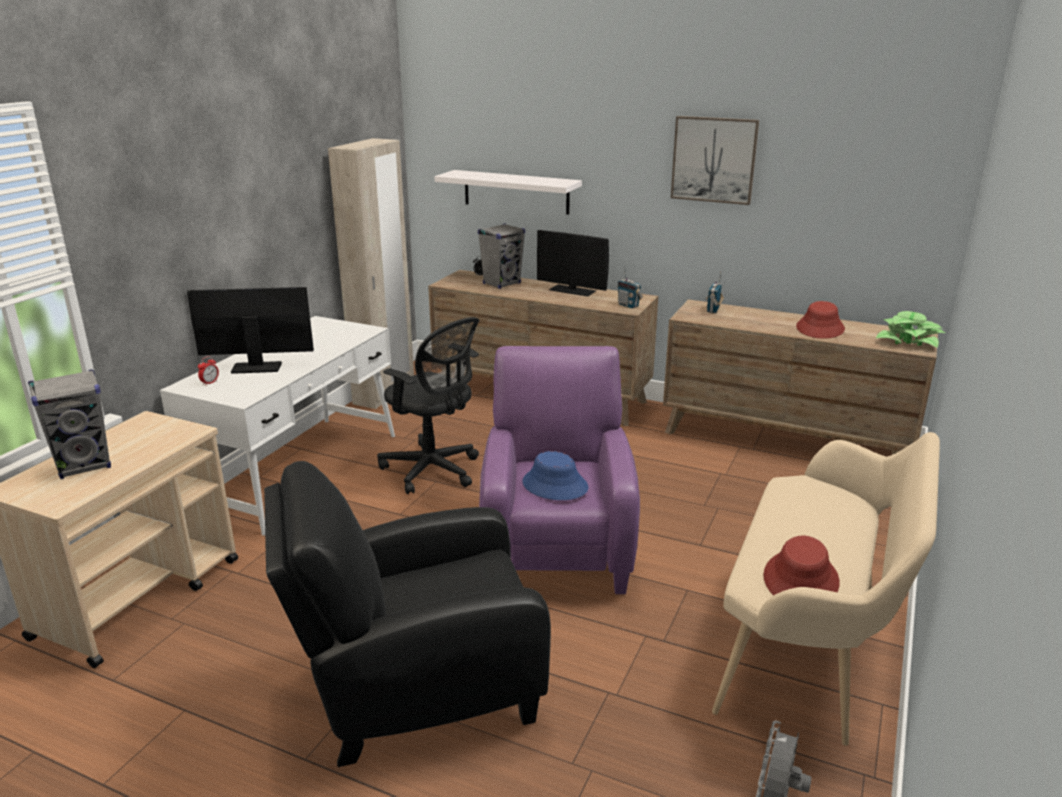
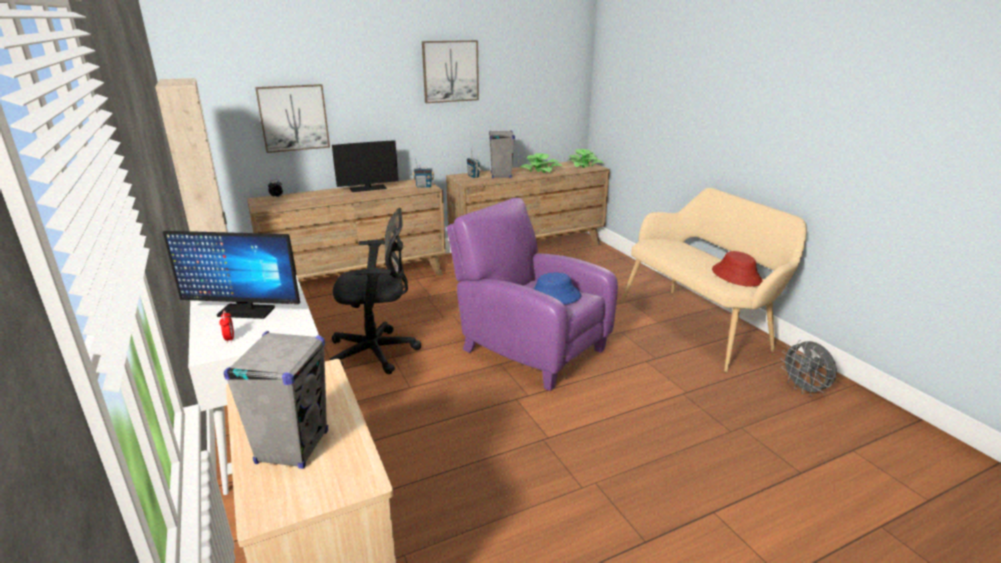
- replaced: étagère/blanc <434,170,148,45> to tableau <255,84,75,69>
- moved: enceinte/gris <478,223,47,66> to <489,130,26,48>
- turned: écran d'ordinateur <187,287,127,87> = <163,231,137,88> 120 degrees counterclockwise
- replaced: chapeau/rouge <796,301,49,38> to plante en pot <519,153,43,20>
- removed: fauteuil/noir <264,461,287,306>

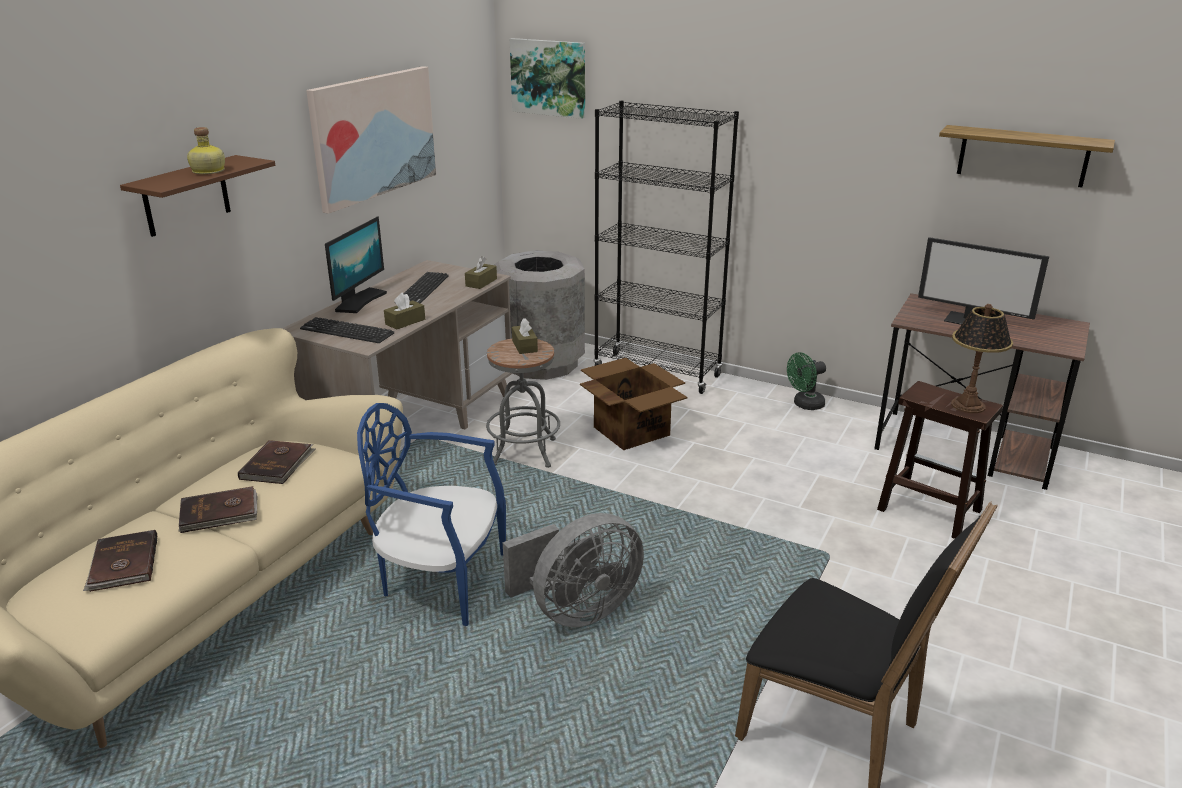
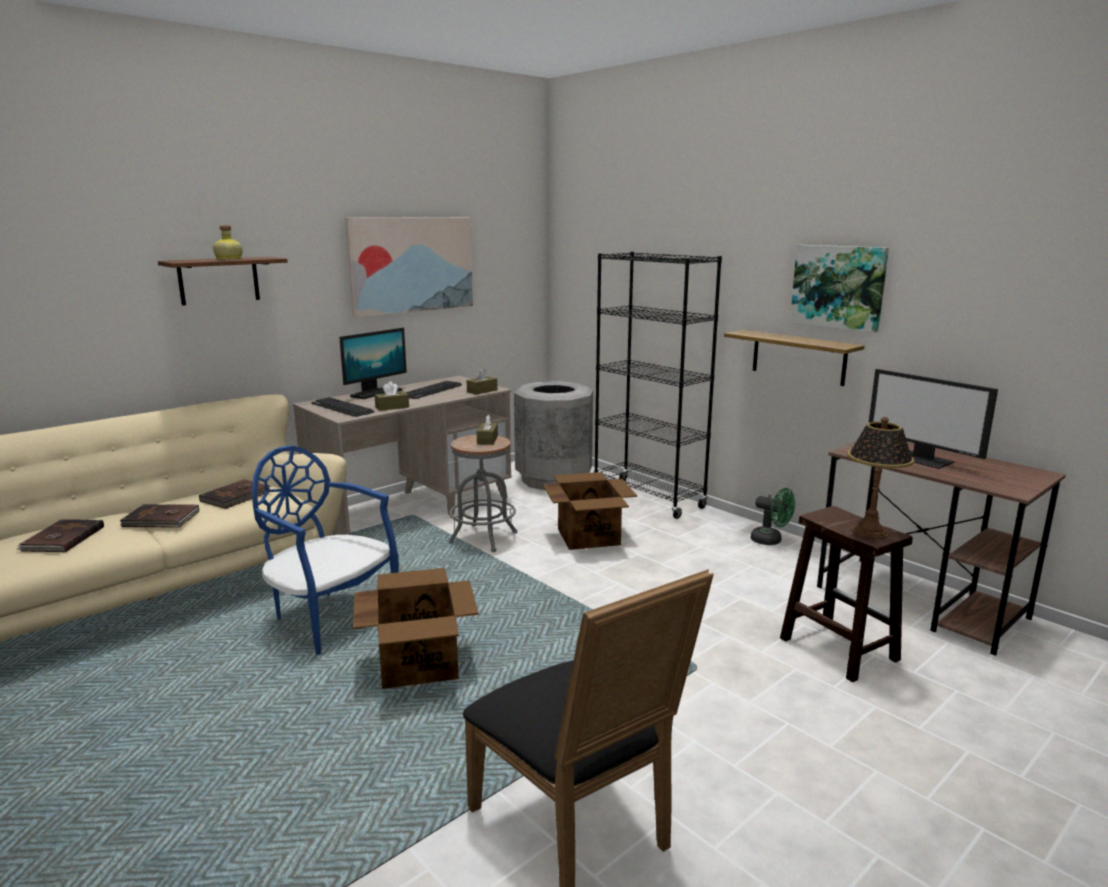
- moved: tableau <510,38,75,81> to <790,245,99,88>
- moved: étagère <939,125,176,62> to <724,330,141,56>
- turned: ventilateur/vert <787,352,39,58> = <751,488,44,57> 135 degrees counterclockwise
- replaced: ventilateur/gris <503,513,141,114> to carton <353,568,125,121>

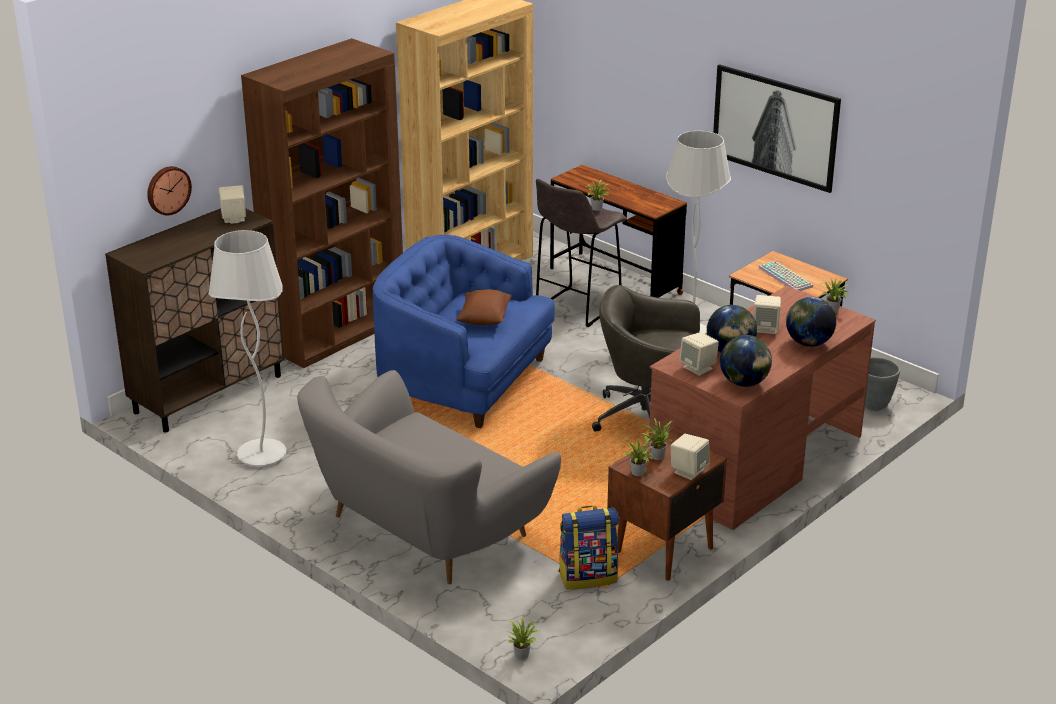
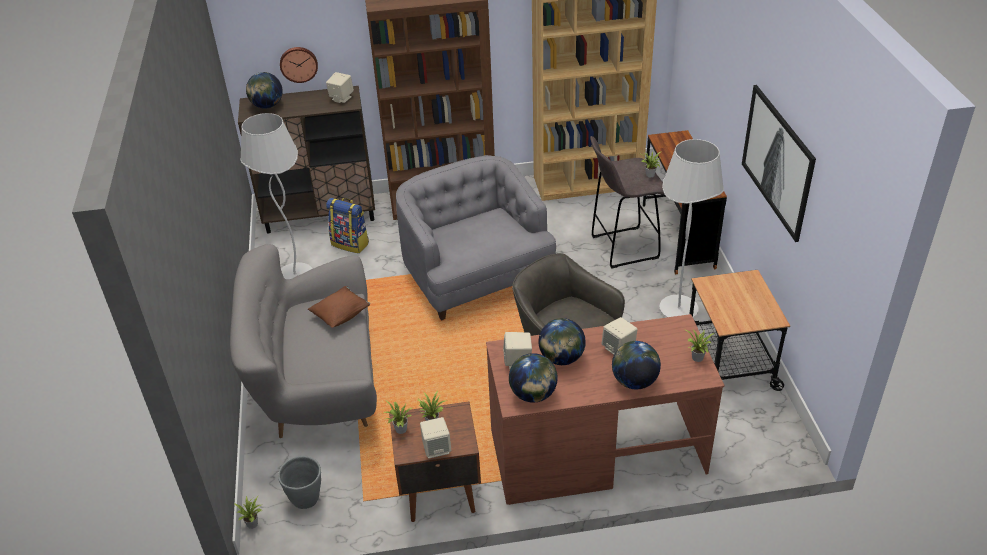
- recoloured: fauteuil/bleu <373,235,182,193> to fauteuil/gris <396,155,160,166>
- removed: clavier <759,261,54,30>
- moved: coussin/marron <456,289,56,36> to <308,286,62,42>
- moved: cache-pot/gris <865,357,35,54> to <278,456,43,53>
- moved: sac à dos <558,506,61,83> to <326,198,43,55>
- added: globe <246,72,37,37>

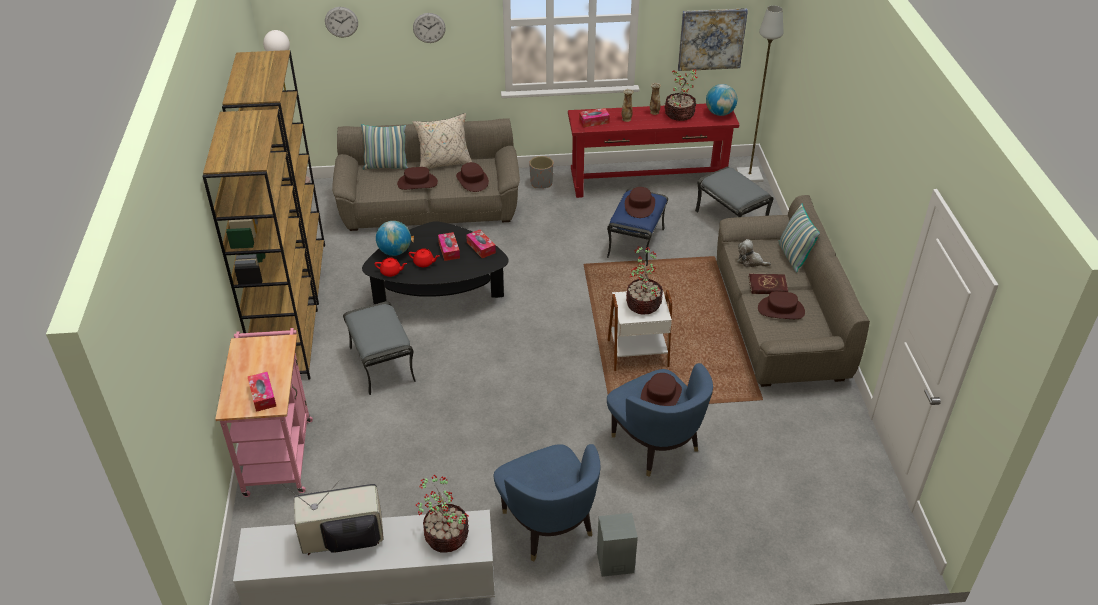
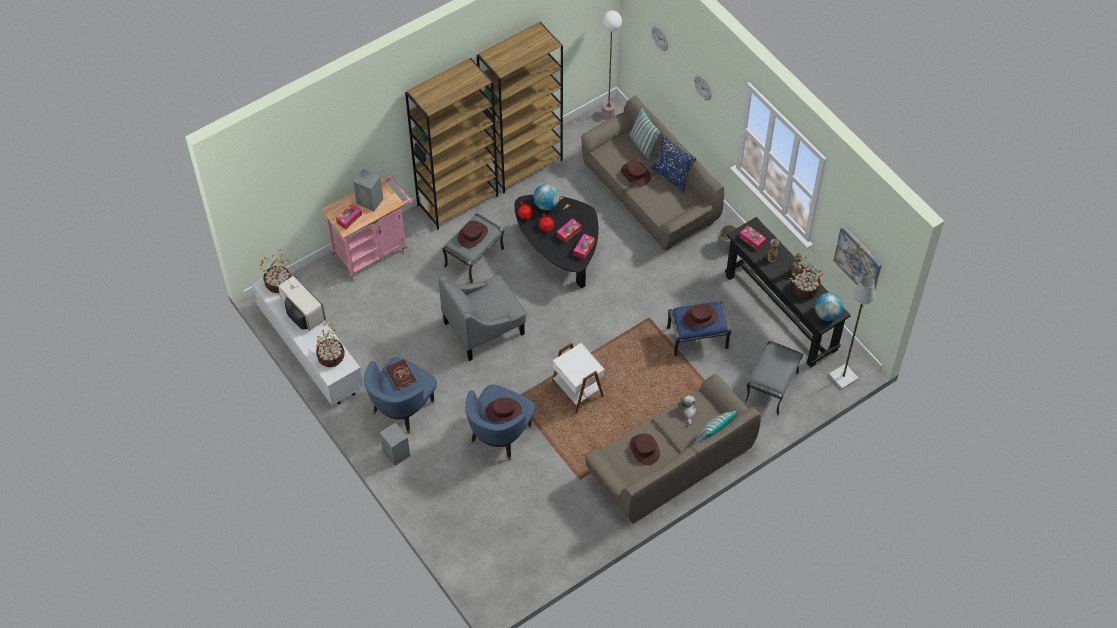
- recoloured: table console/rouge <568,104,172,94> to table console/noir <725,217,126,151>
- recoloured: coussin/beige <412,113,60,56> to coussin/bleu <650,135,46,58>
- moved: chapeau/marron <456,162,33,30> to <457,221,31,27>
- moved: plante en pot <626,247,37,68> to <260,249,31,44>
- moved: livre/rouge <749,274,39,20> to <386,359,31,31>
- added: enceinte/gris <353,169,30,42>
- added: fauteuil/gris <439,275,87,86>

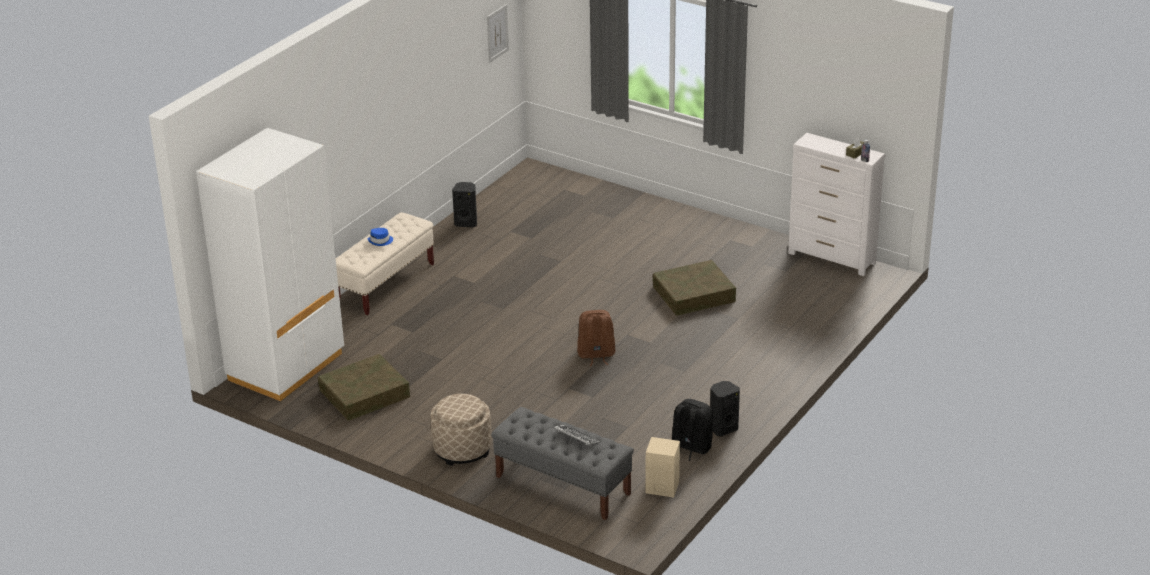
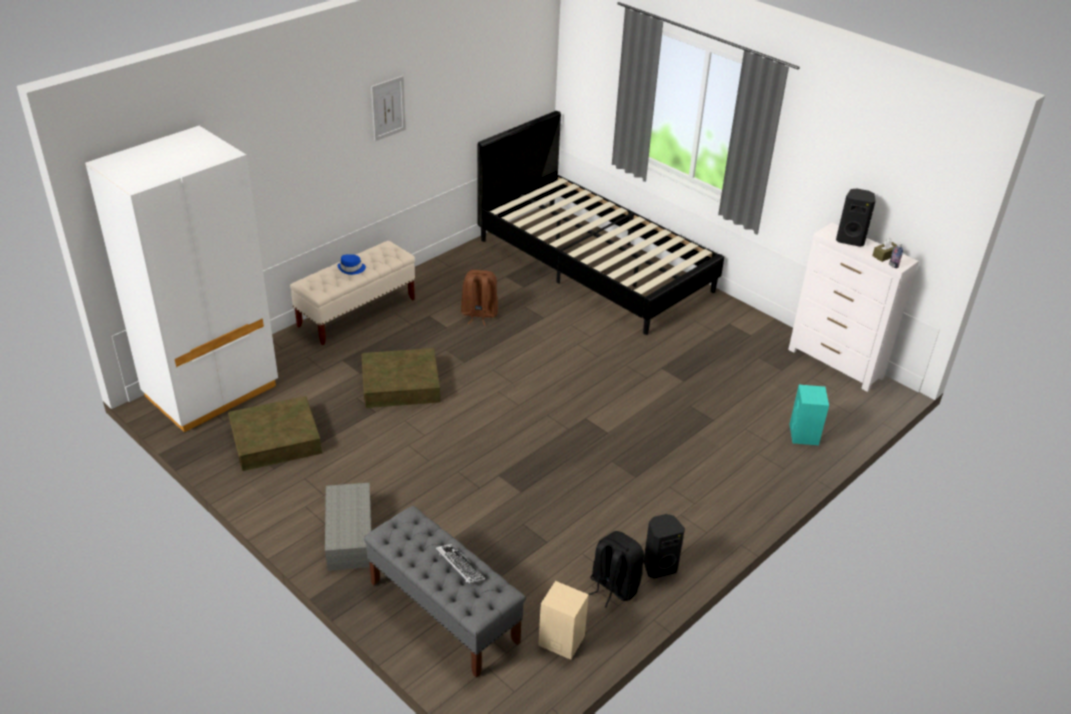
- moved: tableau <487,4,22,59> to <371,76,35,65>
- moved: enceinte/noir <452,182,25,45> to <836,189,40,58>
- moved: boîte de rangement/marron <653,260,83,56> to <362,348,78,60>
- moved: sac à dos/marron <577,310,38,56> to <461,270,37,56>
- replaced: pouf/beige <430,394,62,72> to boîte de rangement/gris <325,483,47,88>
- added: lit/noir <477,111,247,224>
- added: enceinte/turquoise <790,385,39,60>

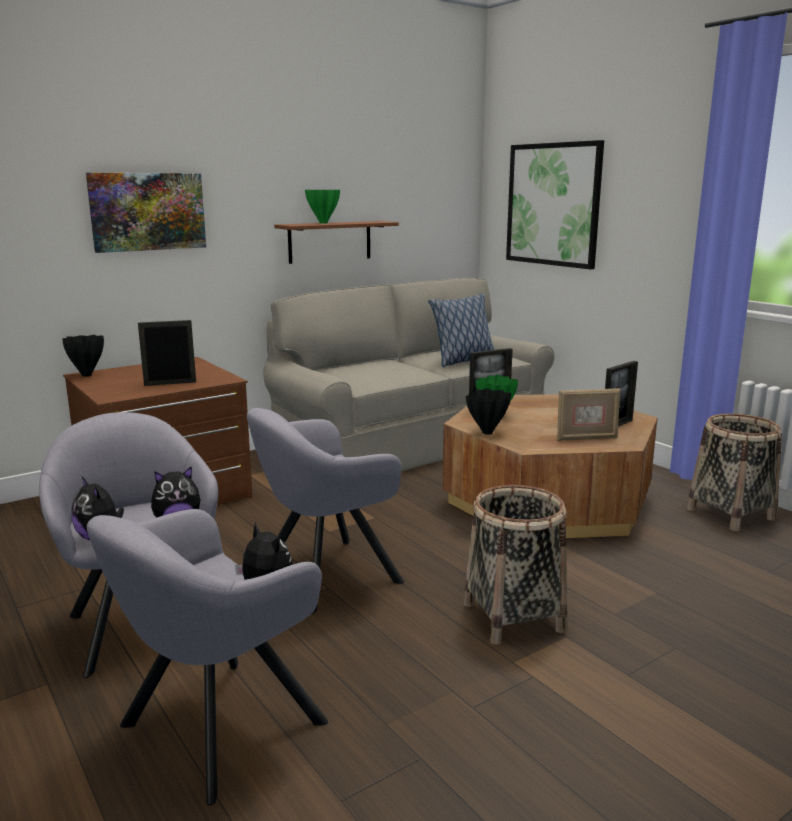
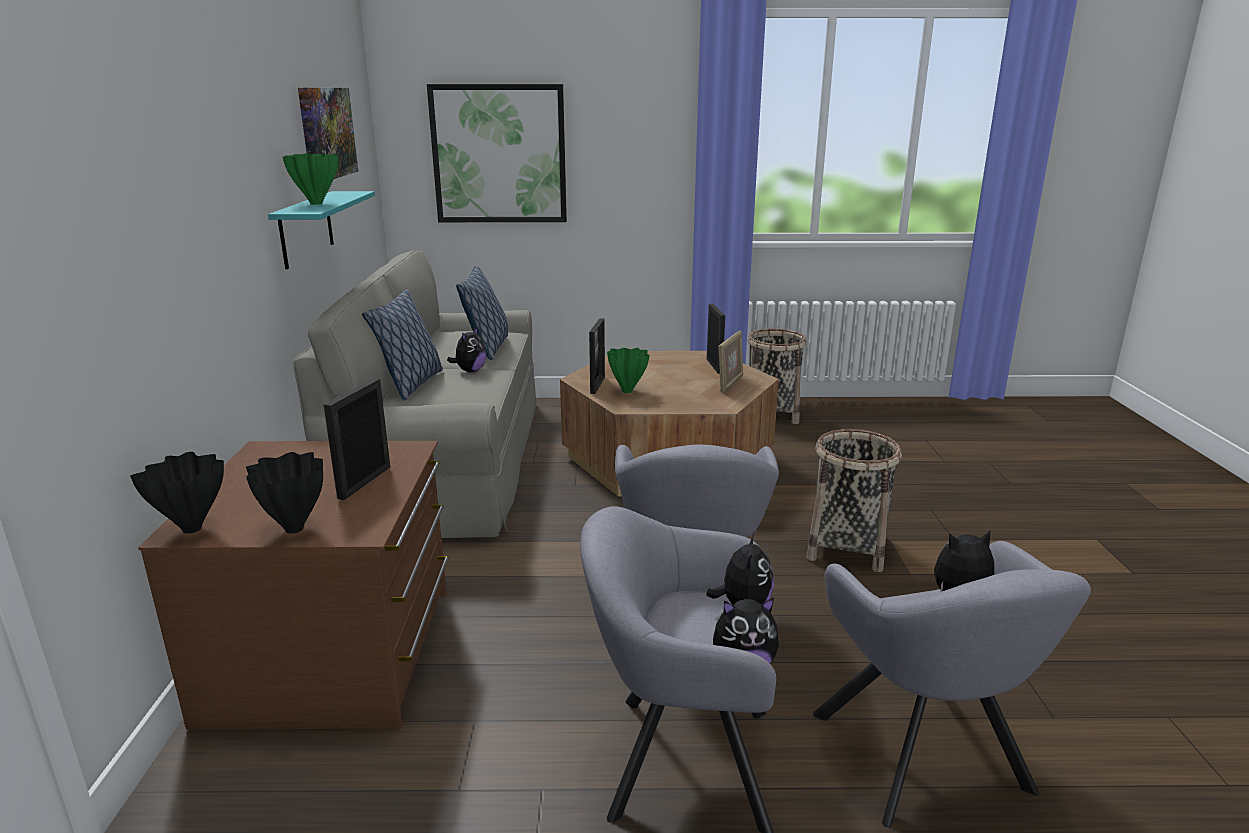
- moved: tableau <86,173,120,80> to <298,88,60,91>
- recoloured: étagère/marron <274,221,125,43> to étagère/turquoise <268,191,107,78>
- moved: vase/noir <466,388,45,47> to <246,452,77,82>
- added: coussin <362,289,81,112>
- added: peluche <447,327,40,45>

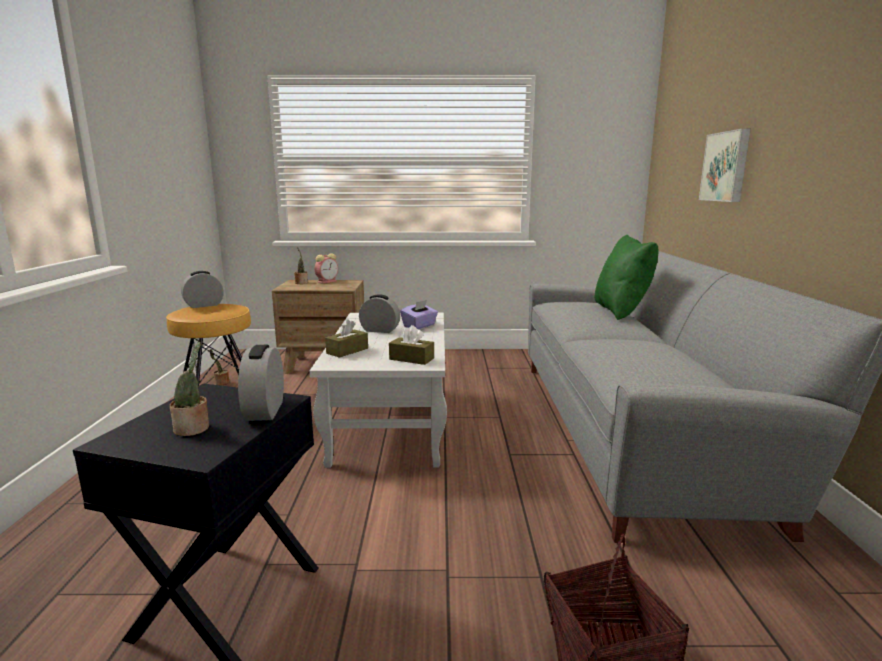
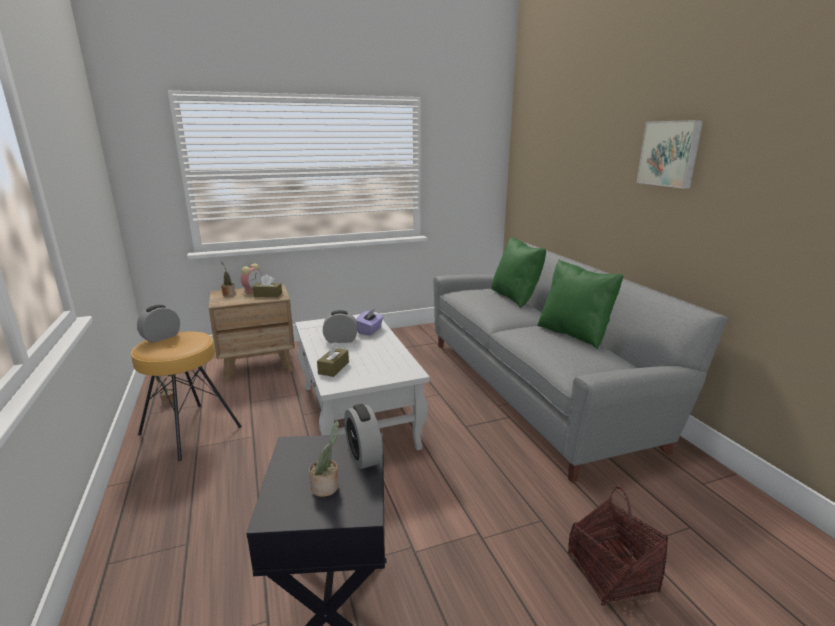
- moved: tableau <699,129,52,73> to <637,120,66,69>
- moved: boîte à mouchoirs/marron <389,325,45,40> to <253,274,29,23>
- added: coussin/vert <537,259,87,90>

